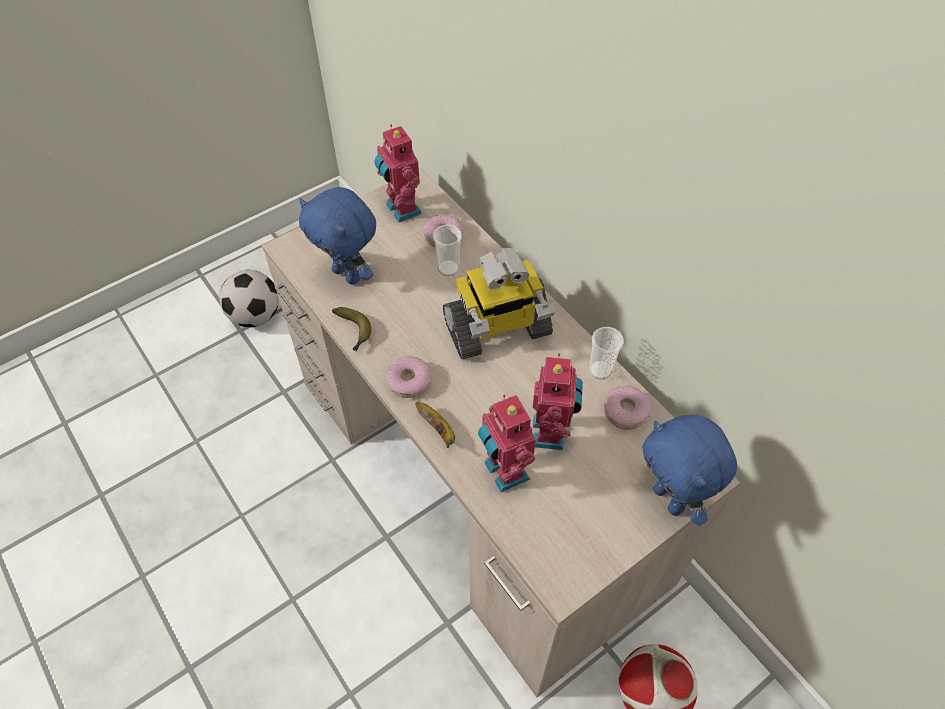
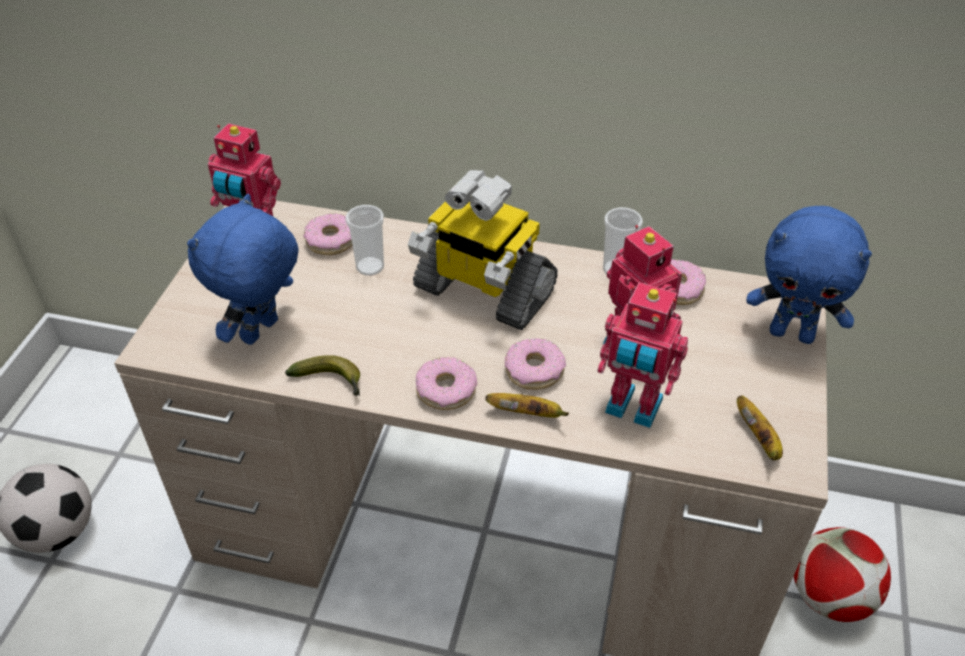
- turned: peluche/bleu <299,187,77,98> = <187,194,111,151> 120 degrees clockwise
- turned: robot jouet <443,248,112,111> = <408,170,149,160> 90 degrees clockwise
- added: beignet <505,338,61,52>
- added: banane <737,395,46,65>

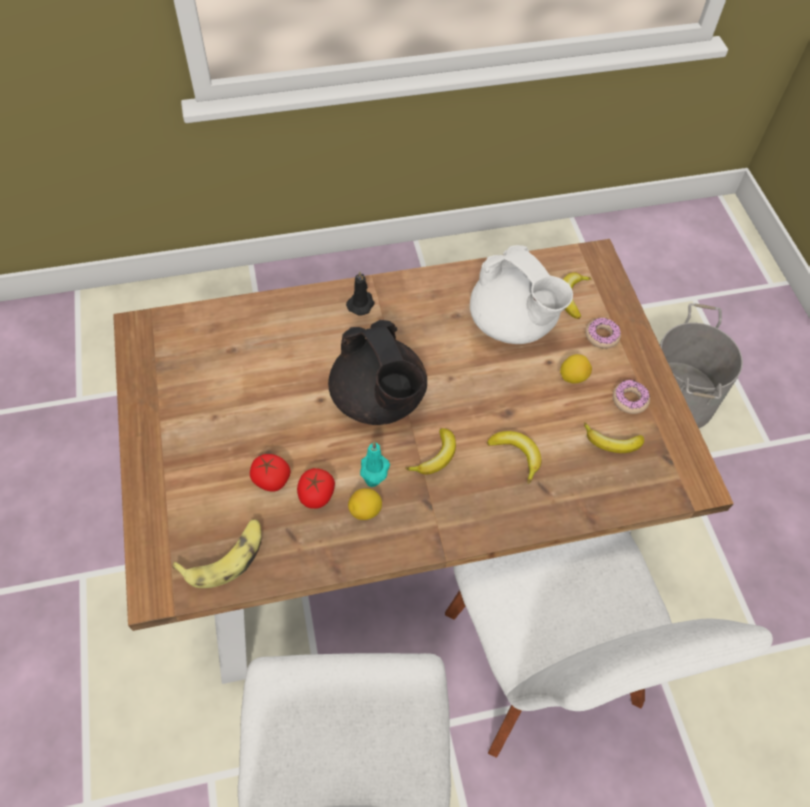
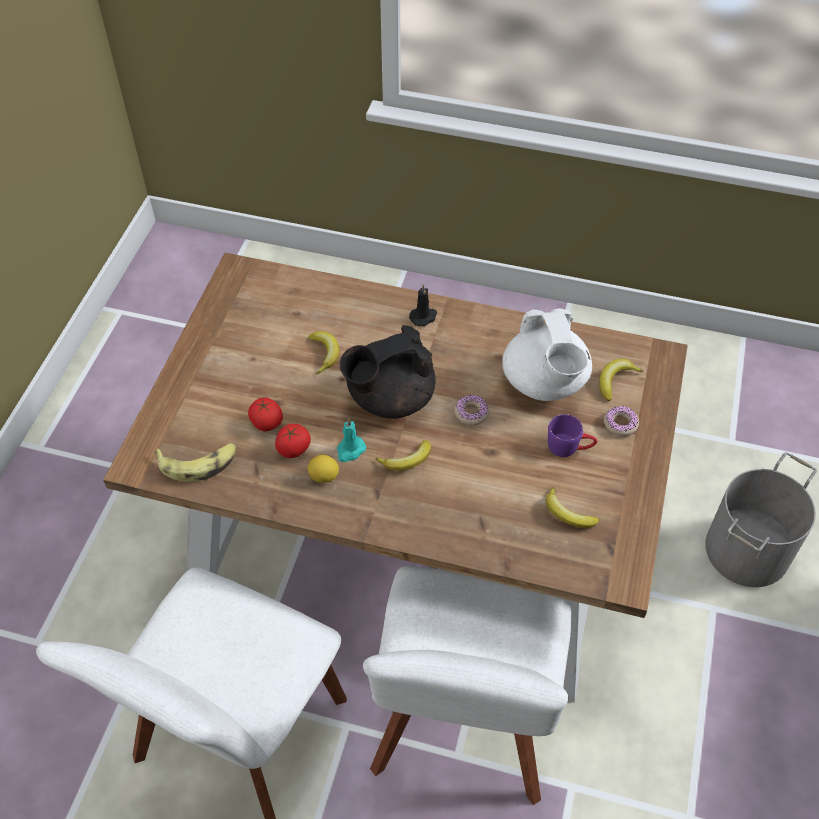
- turned: théière/noir <328,320,99,105> = <340,325,96,94> 60 degrees clockwise
- replaced: citron <560,354,32,30> to mug/violet <548,414,49,43>
- moved: beignet <613,380,37,34> to <454,395,35,31>
- moved: banane <487,431,55,53> to <308,331,32,43>

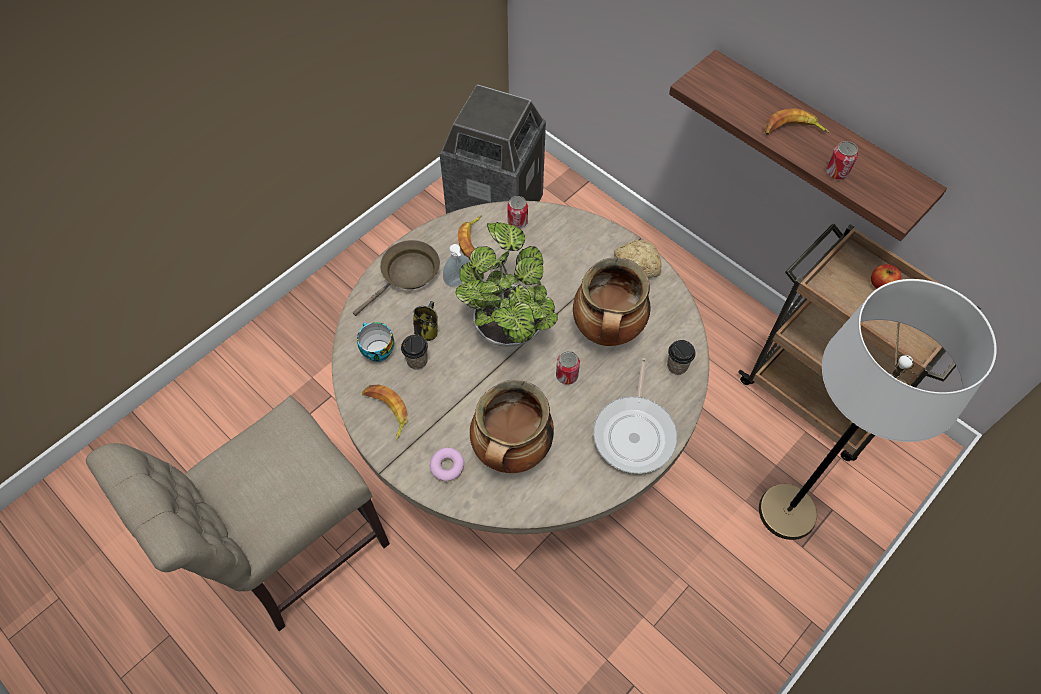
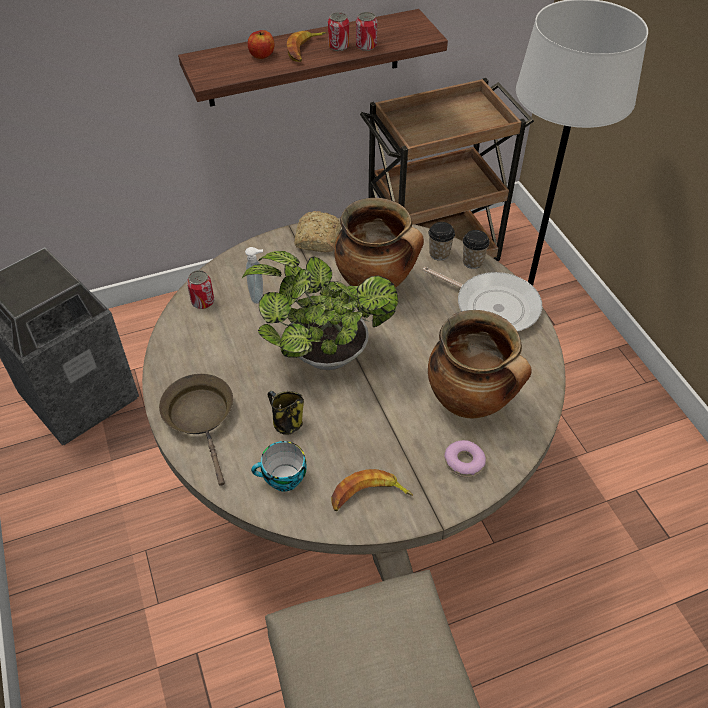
- removed: banane <458,215,24,43>
- moved: distributeur de savon <443,244,26,43> to <245,247,18,57>
- moved: pomme <871,264,30,25> to <248,30,26,29>
- moved: tasse <401,335,27,35> to <463,230,27,39>
- moved: boîte métallique <556,351,24,34> to <328,12,21,39>

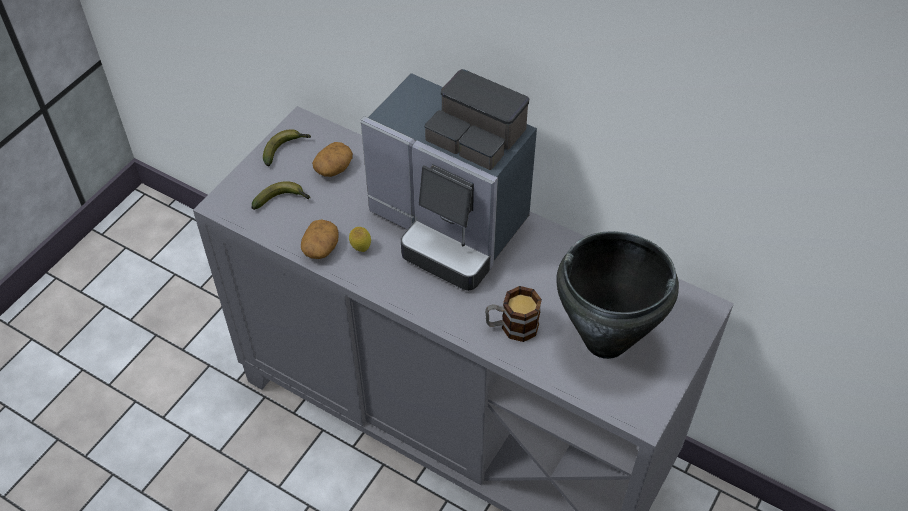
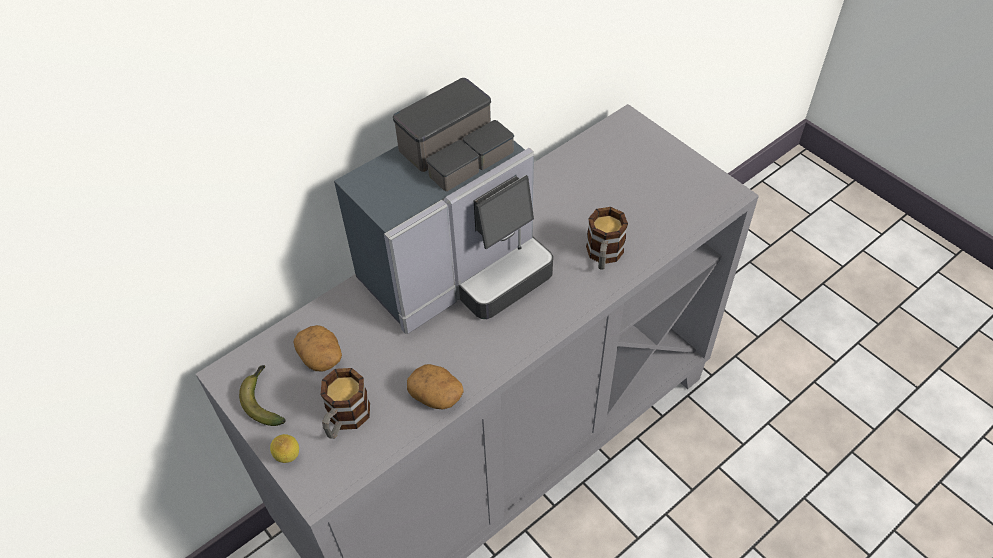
- replaced: banane <251,181,59,29> to mug <321,368,49,71>
- moved: citron <349,227,22,25> to <270,434,29,29>
- removed: marmite/noir <556,231,123,128>

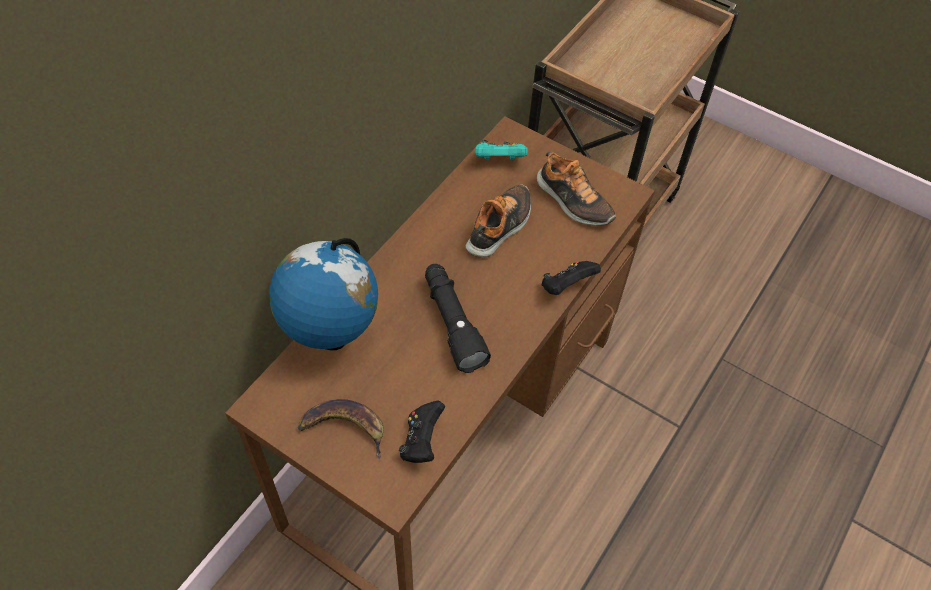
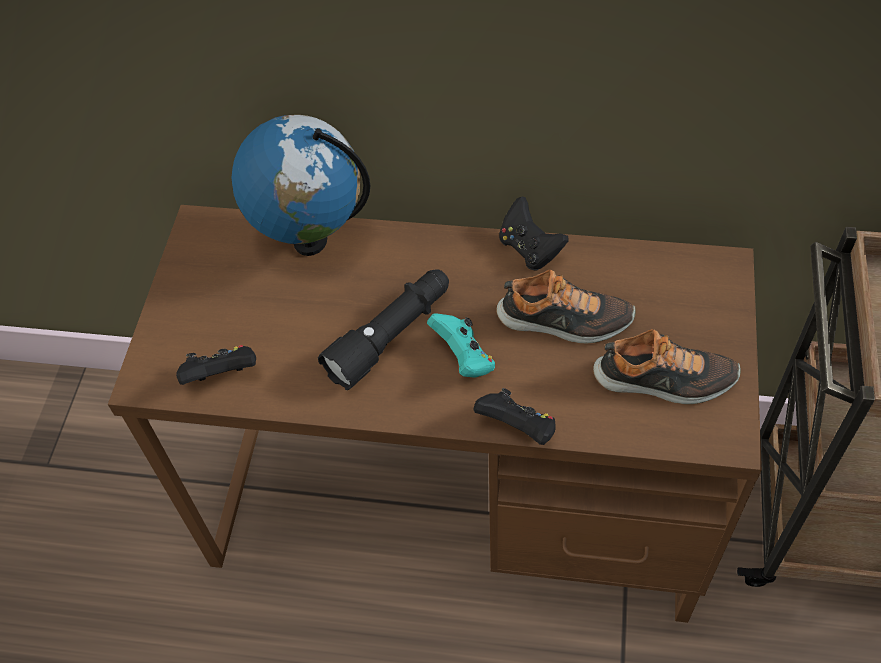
- moved: manette/turquoise <475,140,53,20> to <427,313,68,65>
- turned: chaussure <537,151,79,74> = <593,329,148,75> 105 degrees counterclockwise
- removed: banane <298,399,86,60>
- added: manette/noir <499,197,69,74>

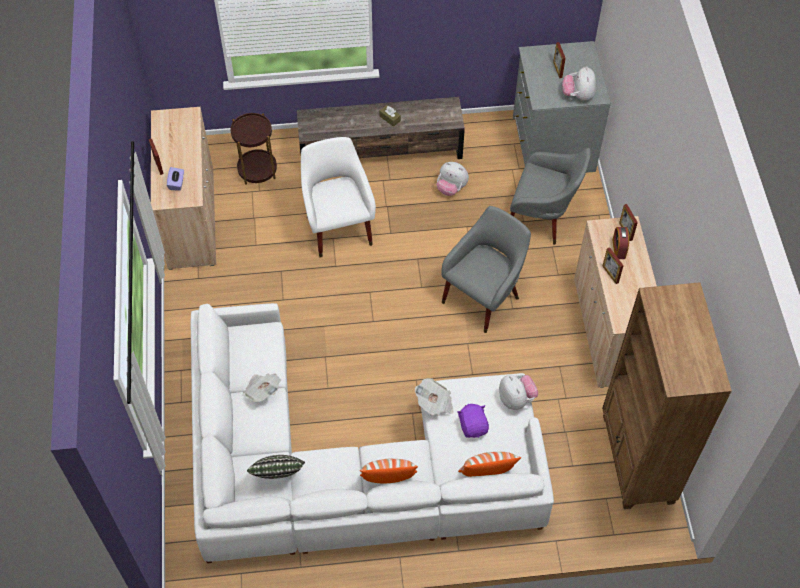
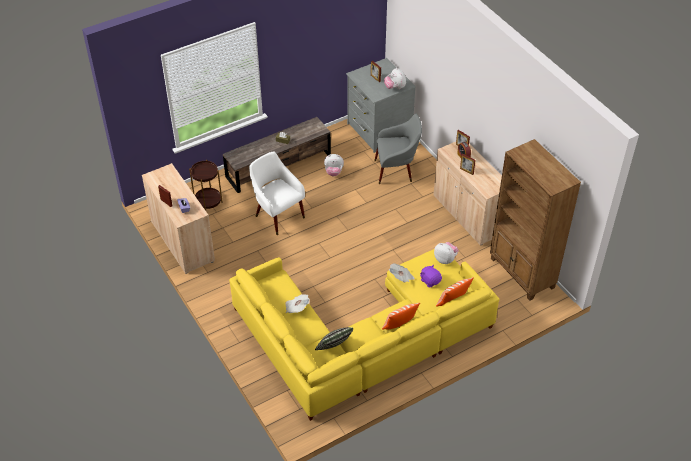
- removed: fauteuil/gris <442,206,89,127>
- recoloured: canapé/blanc <191,303,363,260> to canapé/jaune <229,249,270,172>

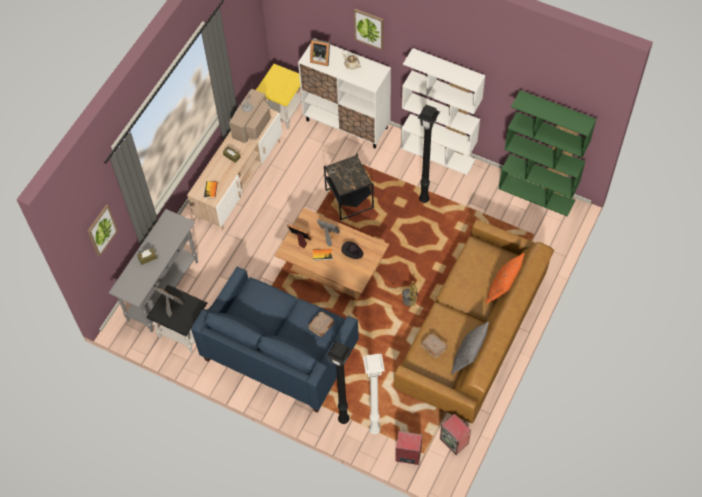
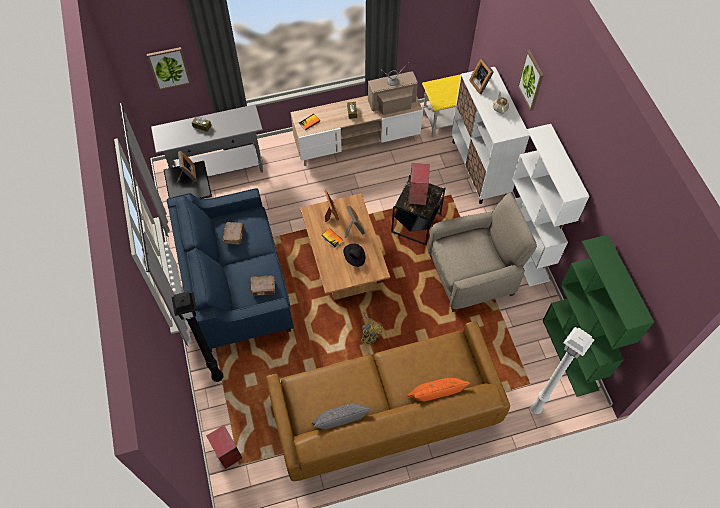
- replaced: lampadaire/noir <418,105,22,98> to fauteuil/beige <428,192,109,120>
- moved: livre/marron <421,333,27,25> to <223,222,21,23>
- moved: lampadaire/blanc <363,354,22,80> to <530,327,64,87>
- moved: enceinte <440,414,31,41> to <408,163,22,42>

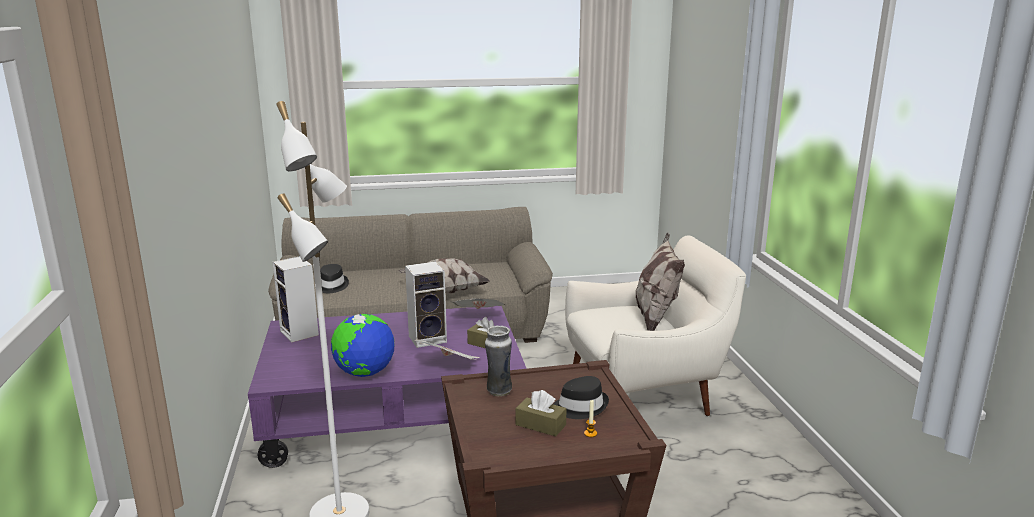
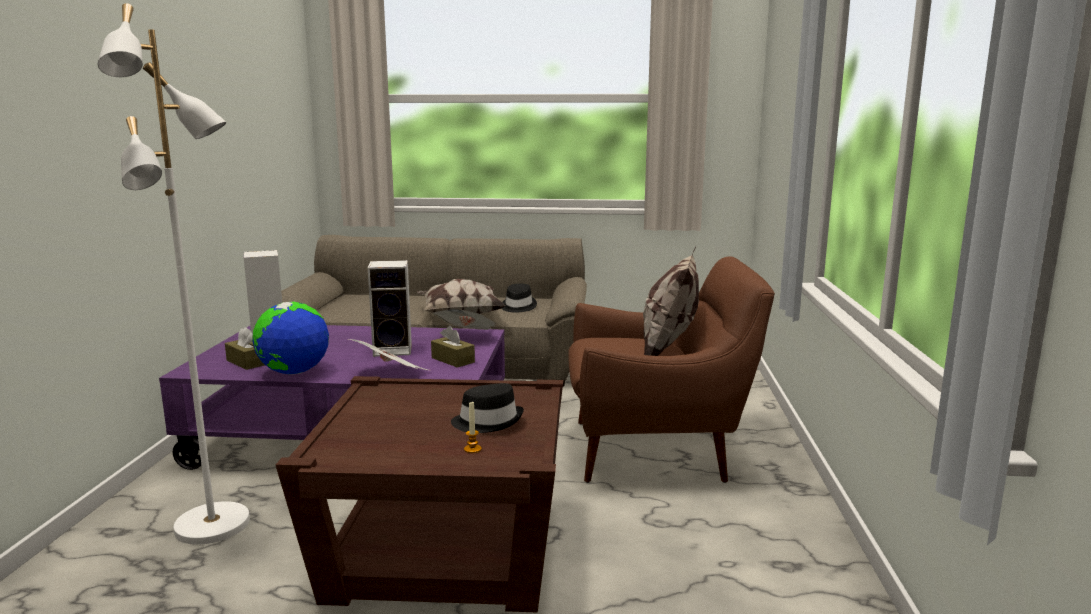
- recoloured: fauteuil/blanc <565,235,181,181> to fauteuil/marron <568,256,207,227>
- moved: chapeau/noir <320,264,29,29> to <501,284,36,29>
- removed: vase <485,325,27,71>
- moved: boîte à mouchoirs/marron <516,390,51,46> to <225,327,40,43>

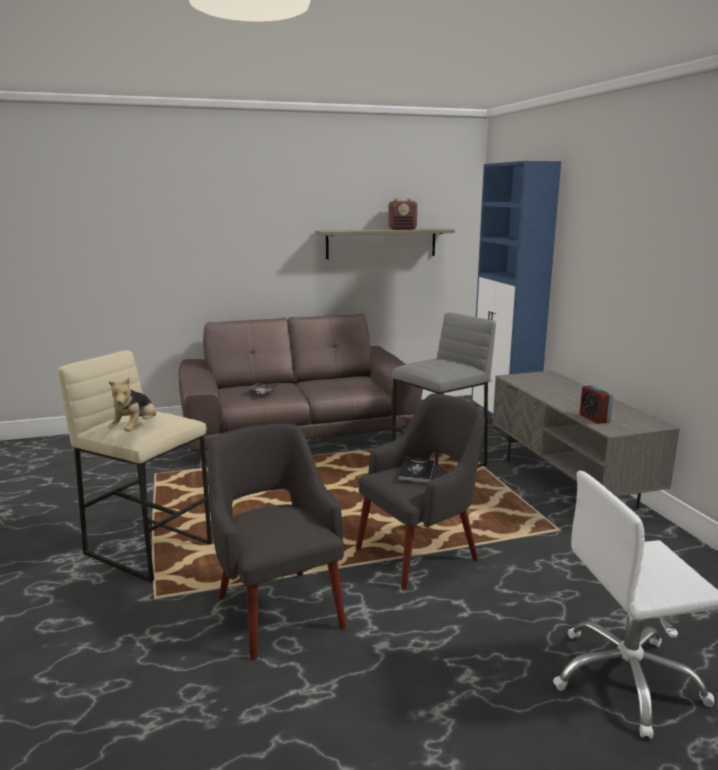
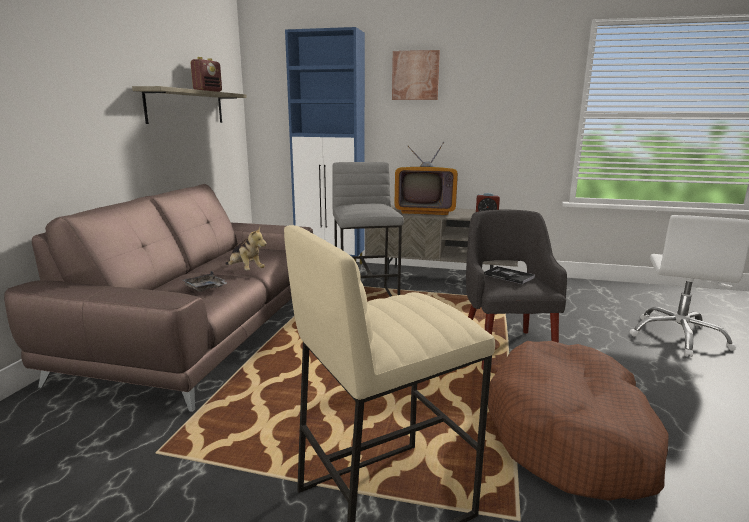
- moved: peluche <108,378,48,53> to <225,227,42,44>
- replaced: fauteuil/gris <207,424,139,236> to panier pour chien/marron <488,341,181,160>
- added: tableau <392,50,48,50>
- added: téléviseur <394,142,64,73>

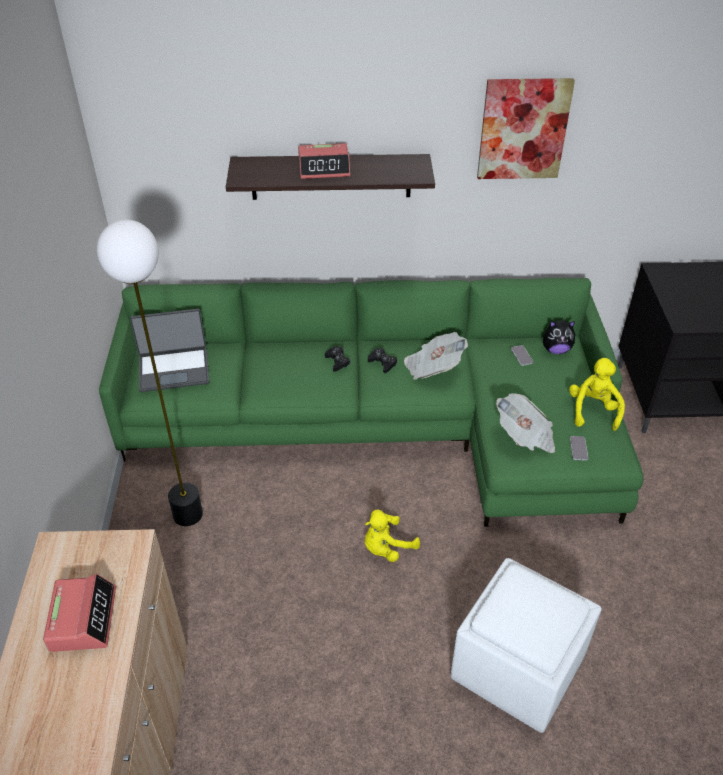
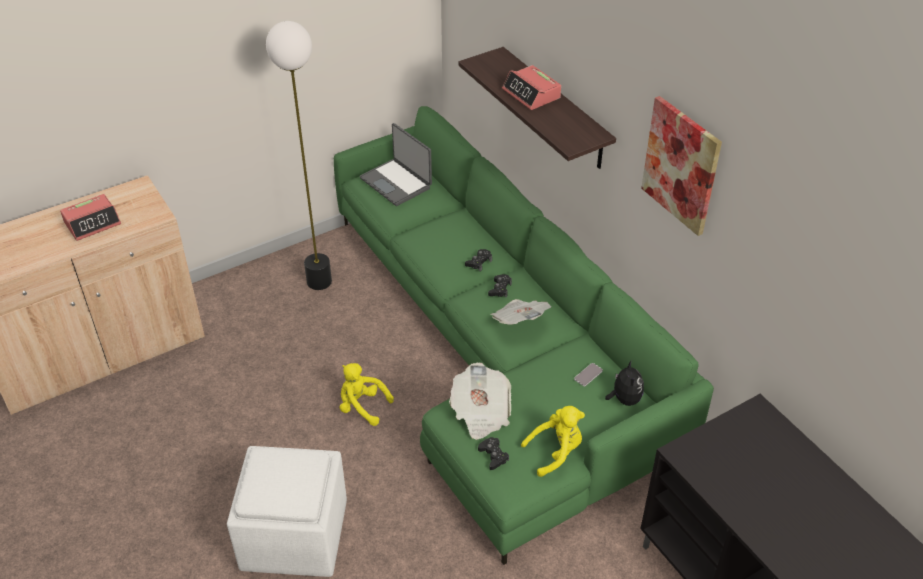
- turned: peluche <543,320,32,34> = <605,361,39,45> 150 degrees counterclockwise
- replaced: téléphone <570,436,18,25> to manette/noir <478,437,31,33>

